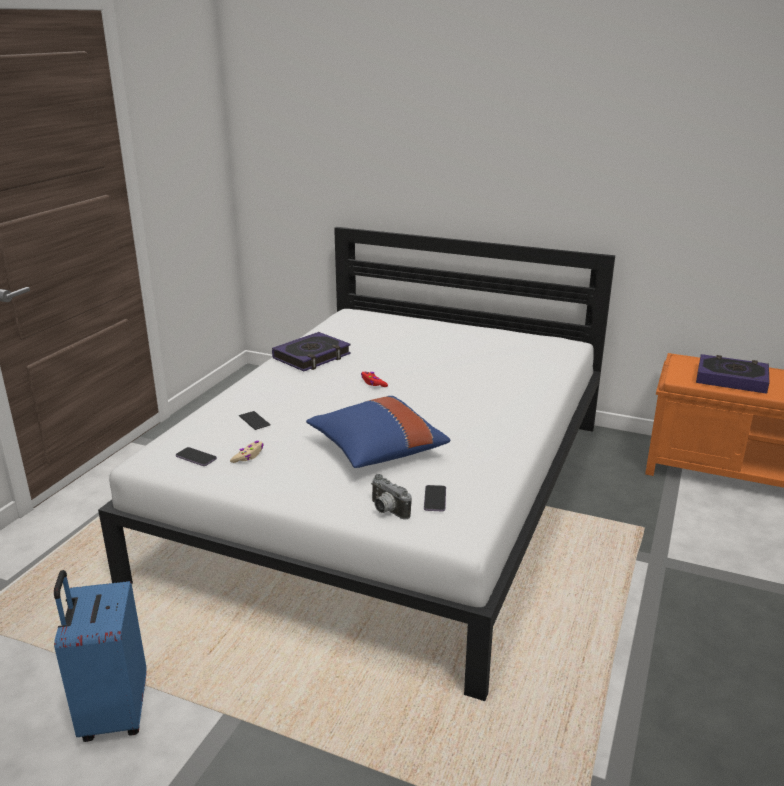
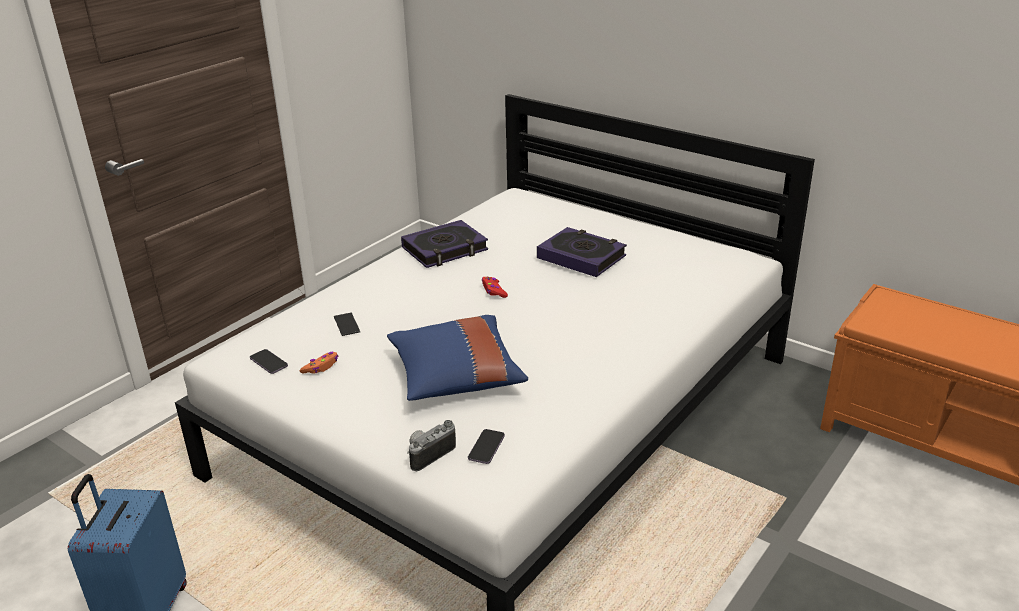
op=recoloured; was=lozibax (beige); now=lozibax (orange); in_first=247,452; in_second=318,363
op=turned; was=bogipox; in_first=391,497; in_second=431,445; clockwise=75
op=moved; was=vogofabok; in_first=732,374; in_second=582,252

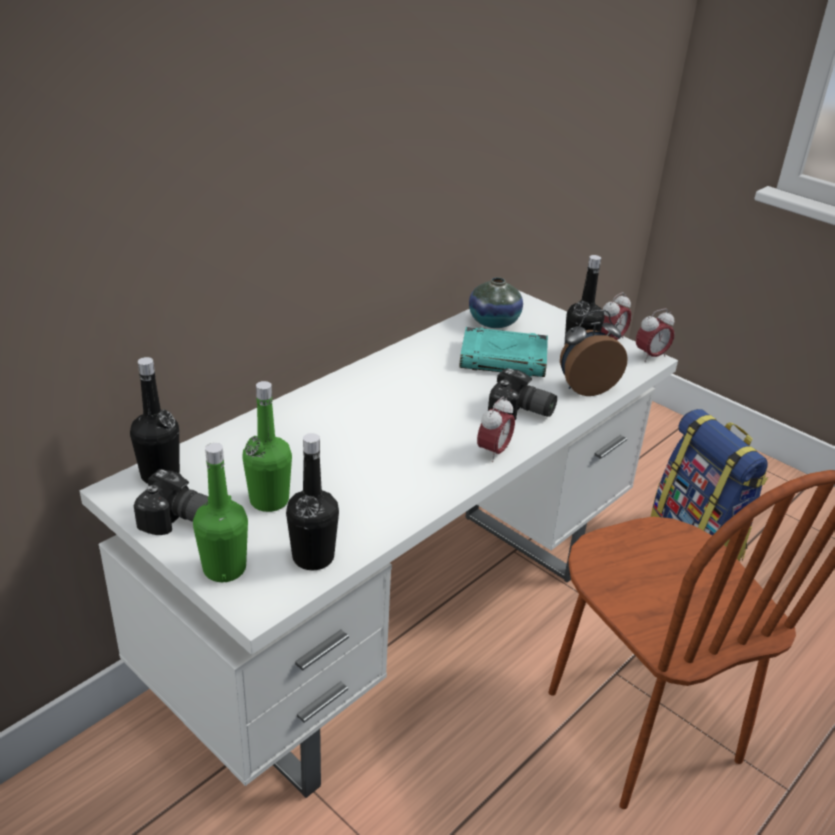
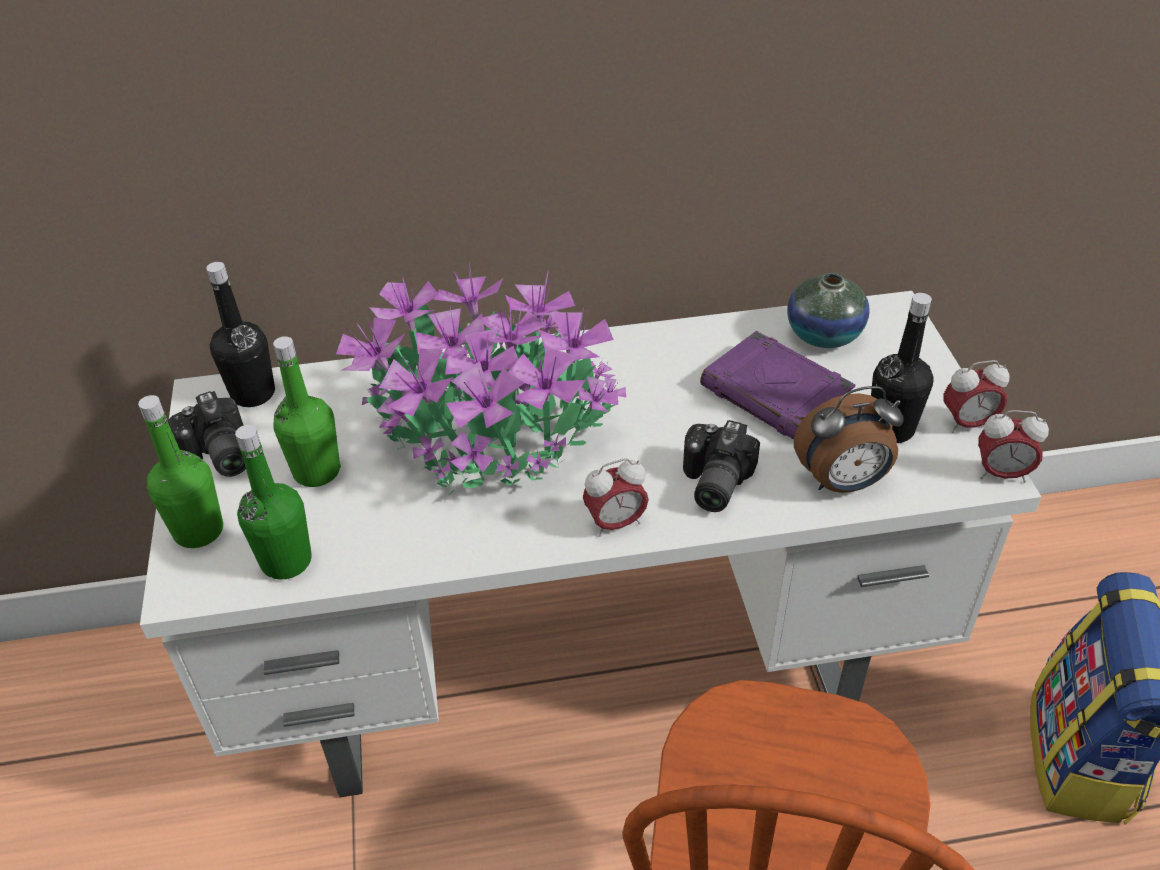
op=recoloured; was=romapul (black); now=romapul (green); in_first=312,501; in_second=273,502
op=recoloured; was=vogofabok (turquoise); now=vogofabok (purple); in_first=503,352; in_second=778,385
op=turned; was=bogipox; in_first=522,394; in_second=721,466; clockwise=45
op=turned; was=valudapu; in_first=594,353; in_second=849,439; clockwise=150
op=added; now=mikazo; in_second=481,379

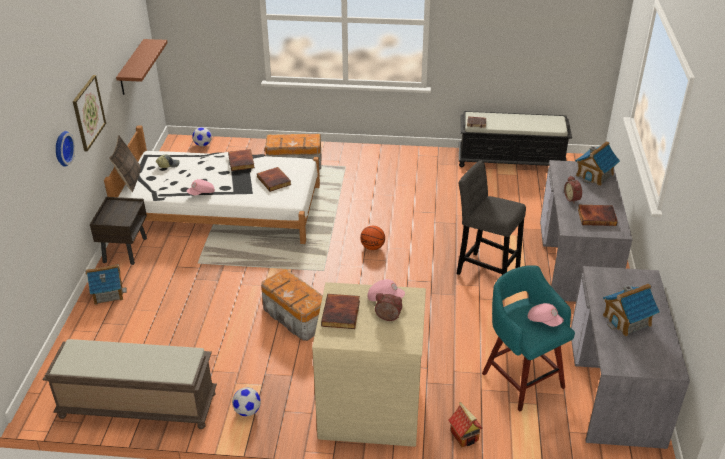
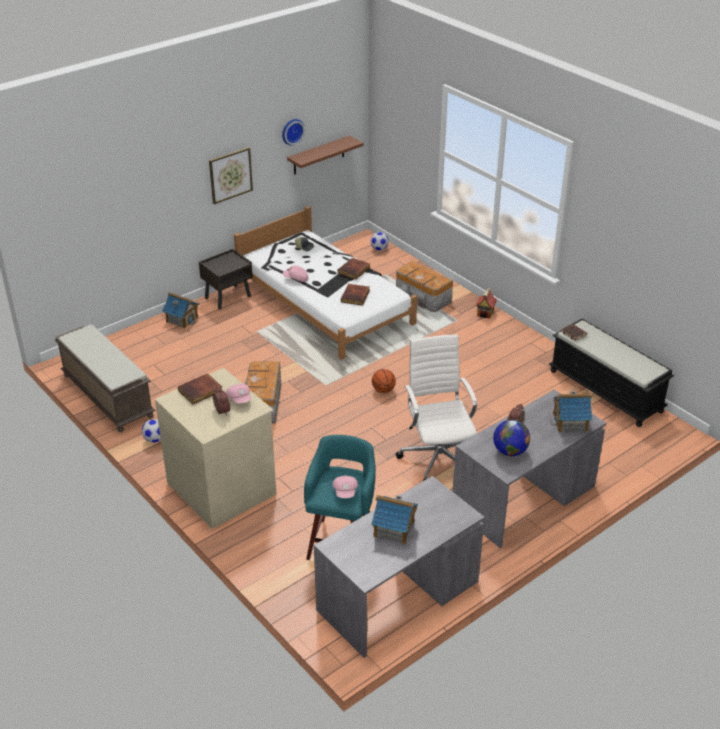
op=moved; was=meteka; in_first=65,149; in_second=293,132
op=removed; was=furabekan; in_first=125,163
op=moved; was=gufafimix; in_first=465,424; in_second=486,303
op=replaced; was=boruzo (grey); now=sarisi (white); in_first=491,218; in_second=436,407
op=replaced; was=vogofabok; now=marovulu; in_first=598,215; in_second=511,438

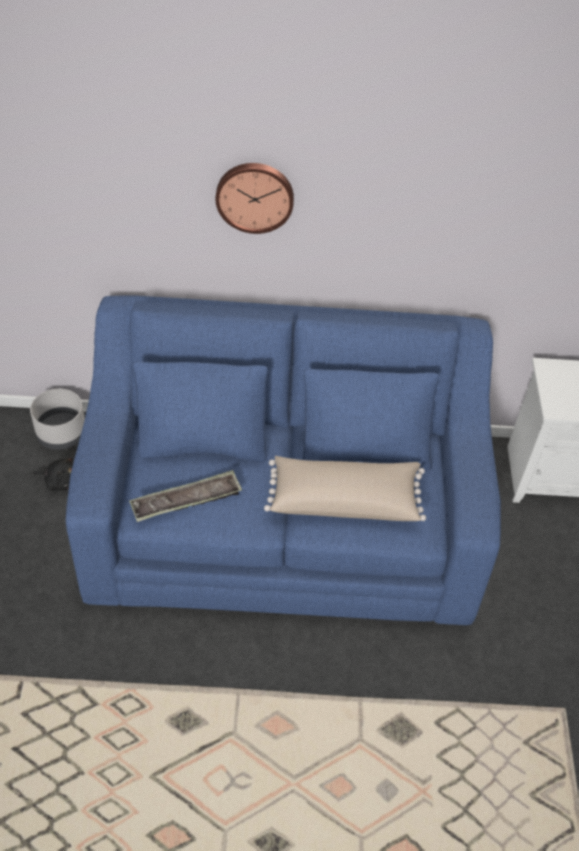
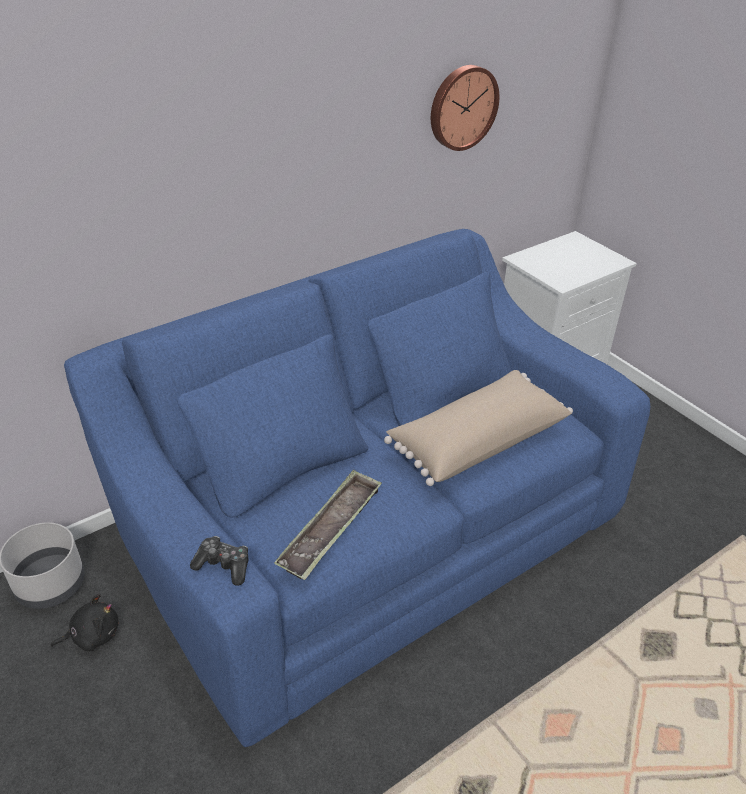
op=moved; was=meteka; in_first=255,198; in_second=465,108
op=added; now=lozibax; in_second=219,561

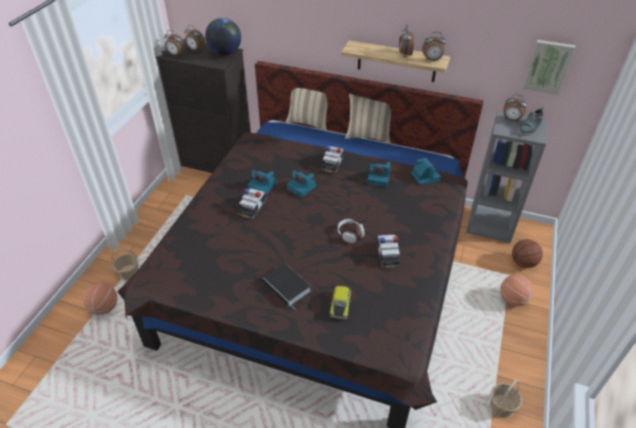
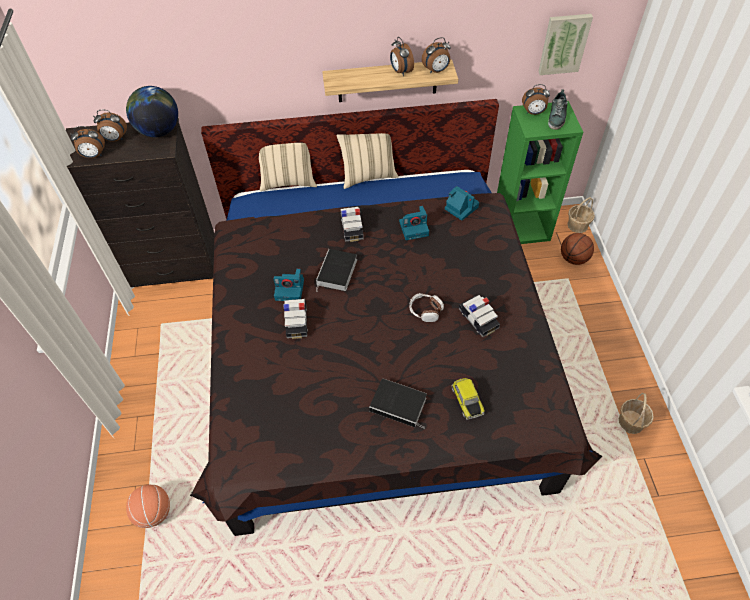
op=moved; was=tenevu; in_first=125,264; in_second=581,215
op=replaced; was=bogipox; now=vogofabok; in_first=301,183; in_second=336,270
op=recoloured; was=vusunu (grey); now=vusunu (green); in_first=507,177; in_second=540,172
op=removed; was=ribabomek; in_first=517,290

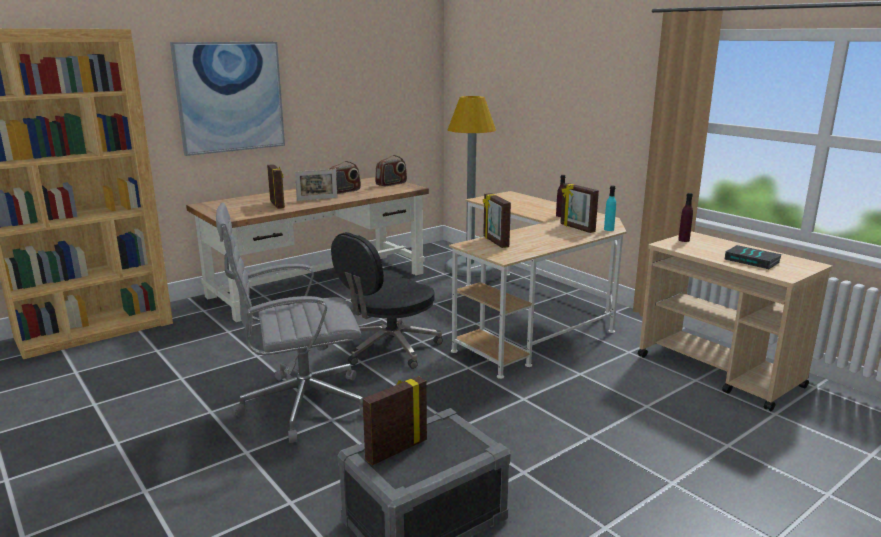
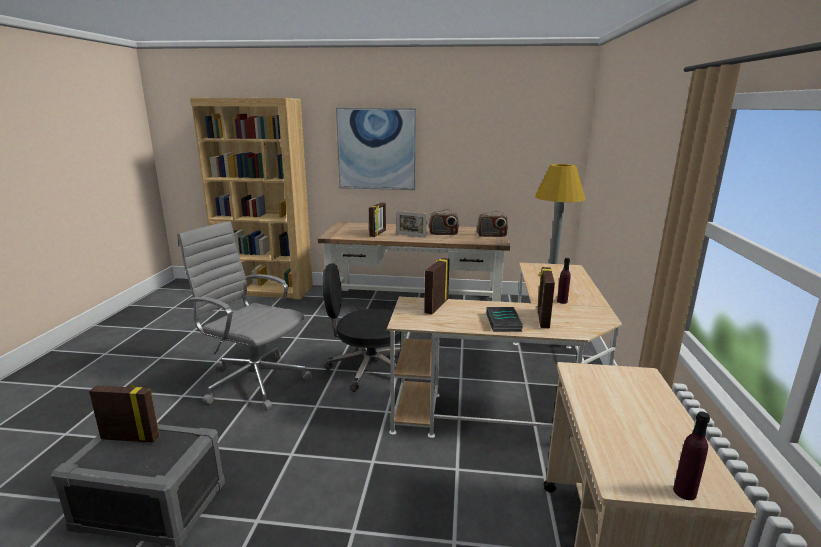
op=removed; was=romapul (turquoise); in_first=610,208
op=moved; was=romapul (purple); in_first=685,217; in_second=691,455
op=moved; was=vogofabok; in_first=753,257; in_second=504,319

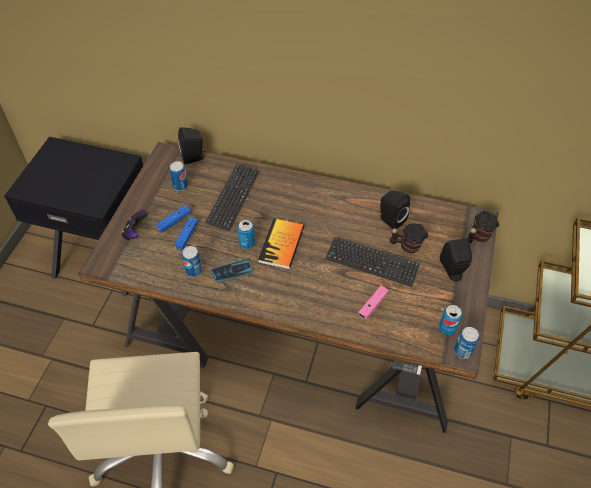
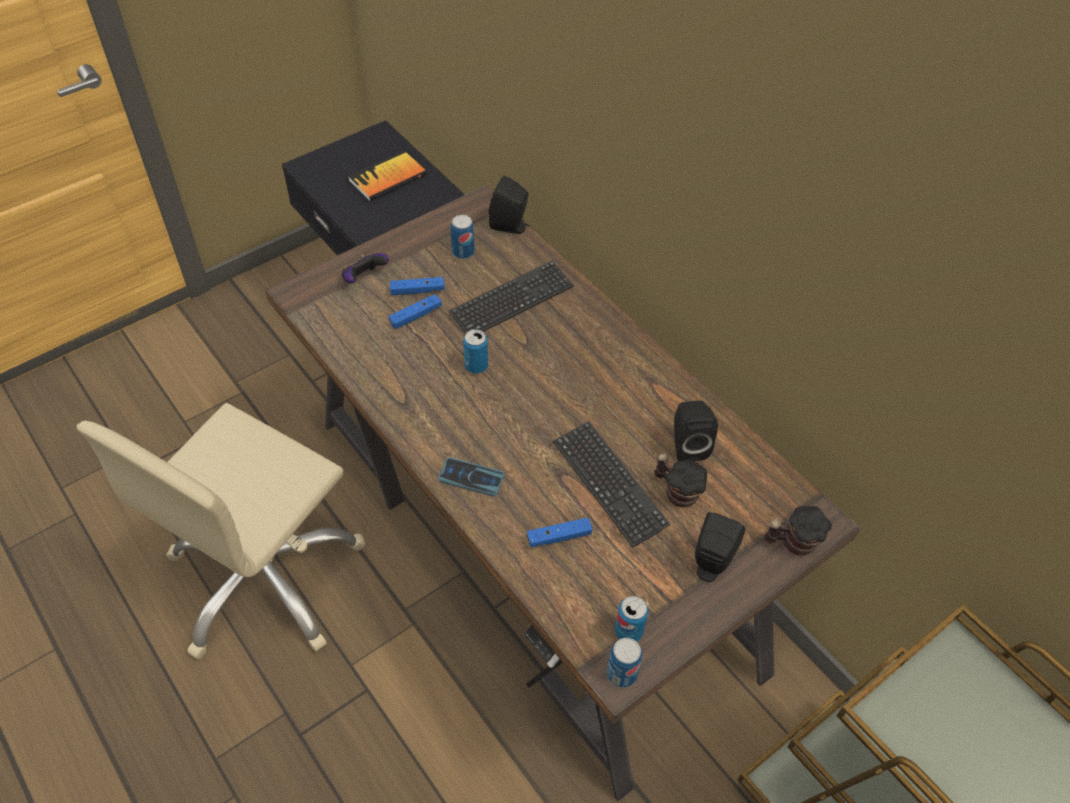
op=removed; was=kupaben; in_first=192,261
op=moved; was=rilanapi; in_first=232,271; in_second=471,476
op=moved; was=vogofabok; in_first=281,243; in_second=387,176
op=recoloured; was=lozibax (pink); now=lozibax (blue); in_first=373,302; in_second=559,532

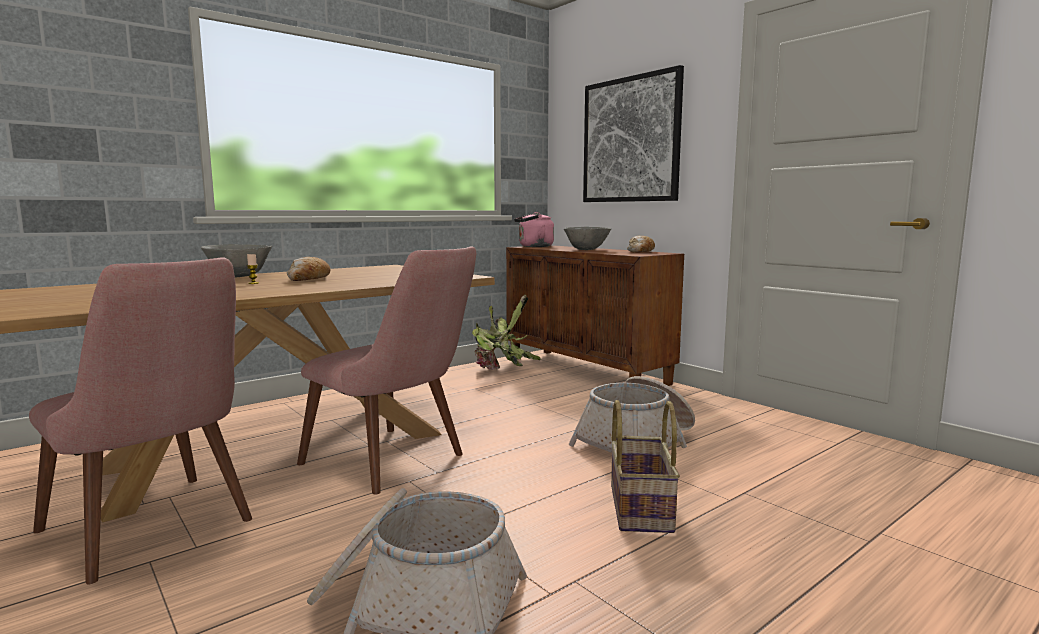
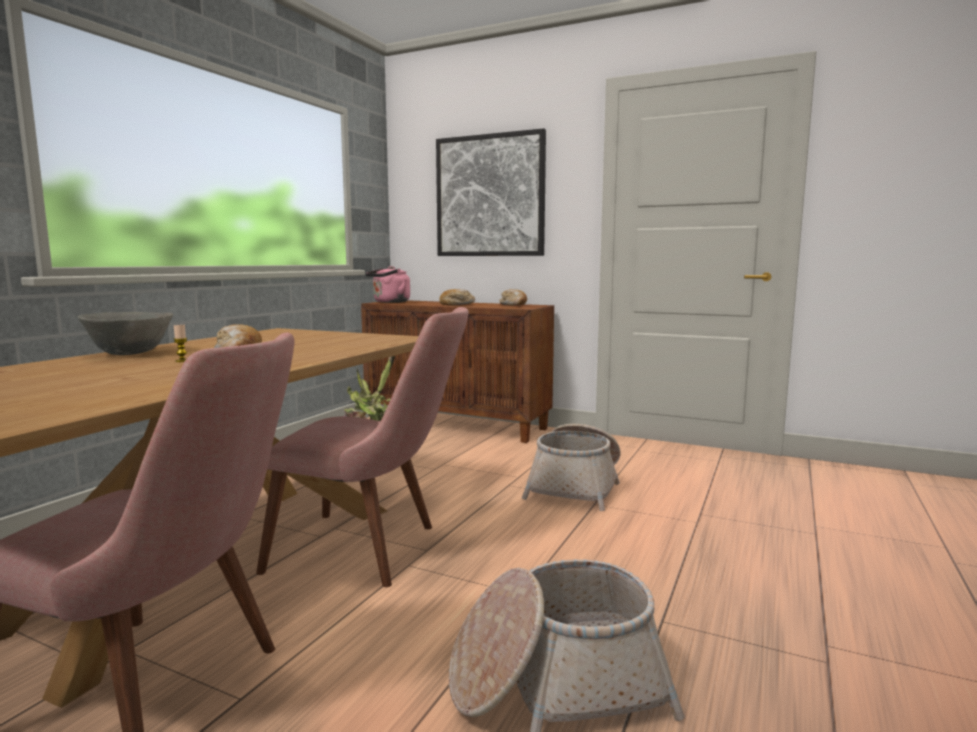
op=replaced; was=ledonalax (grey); now=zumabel; in_first=587,238; in_second=457,297
op=removed; was=tenevu; in_first=645,466

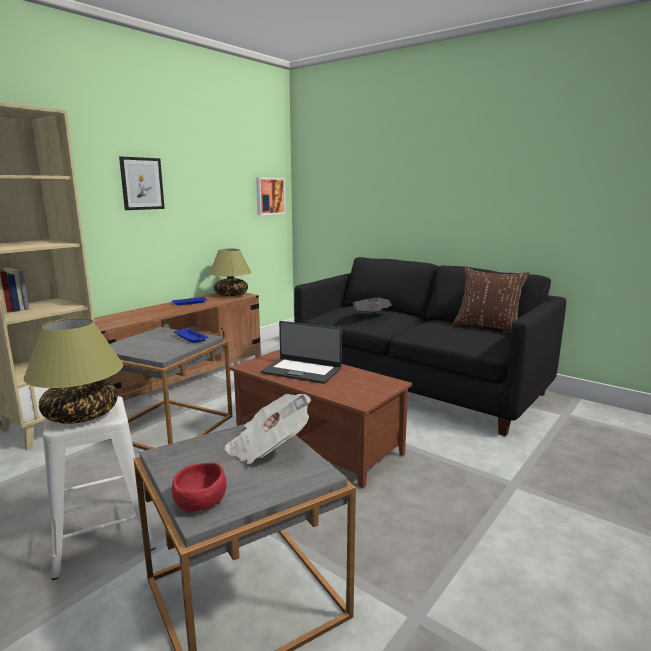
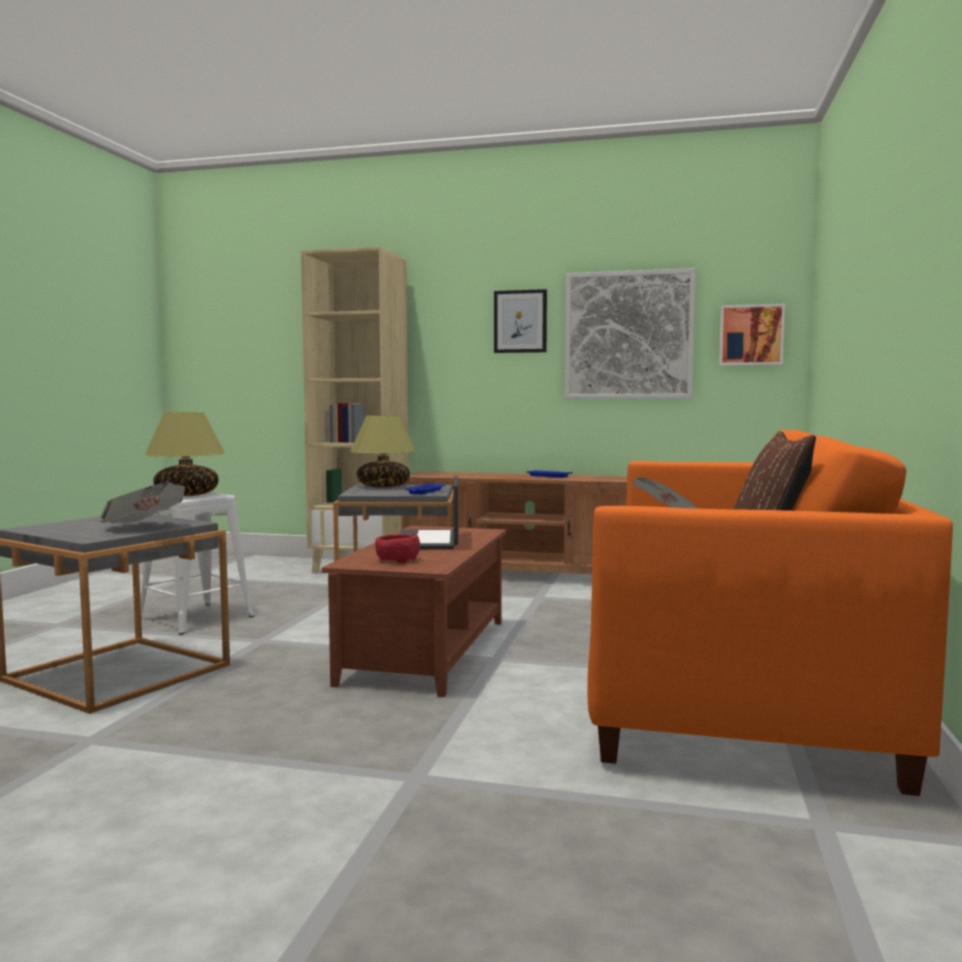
op=moved; was=ledonalax (red); in_first=199,488; in_second=397,548
op=moved; was=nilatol; in_first=230,272; in_second=383,451
op=recoloured; was=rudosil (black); now=rudosil (orange); in_first=430,346; in_second=770,613
op=added; now=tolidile; in_second=630,333

